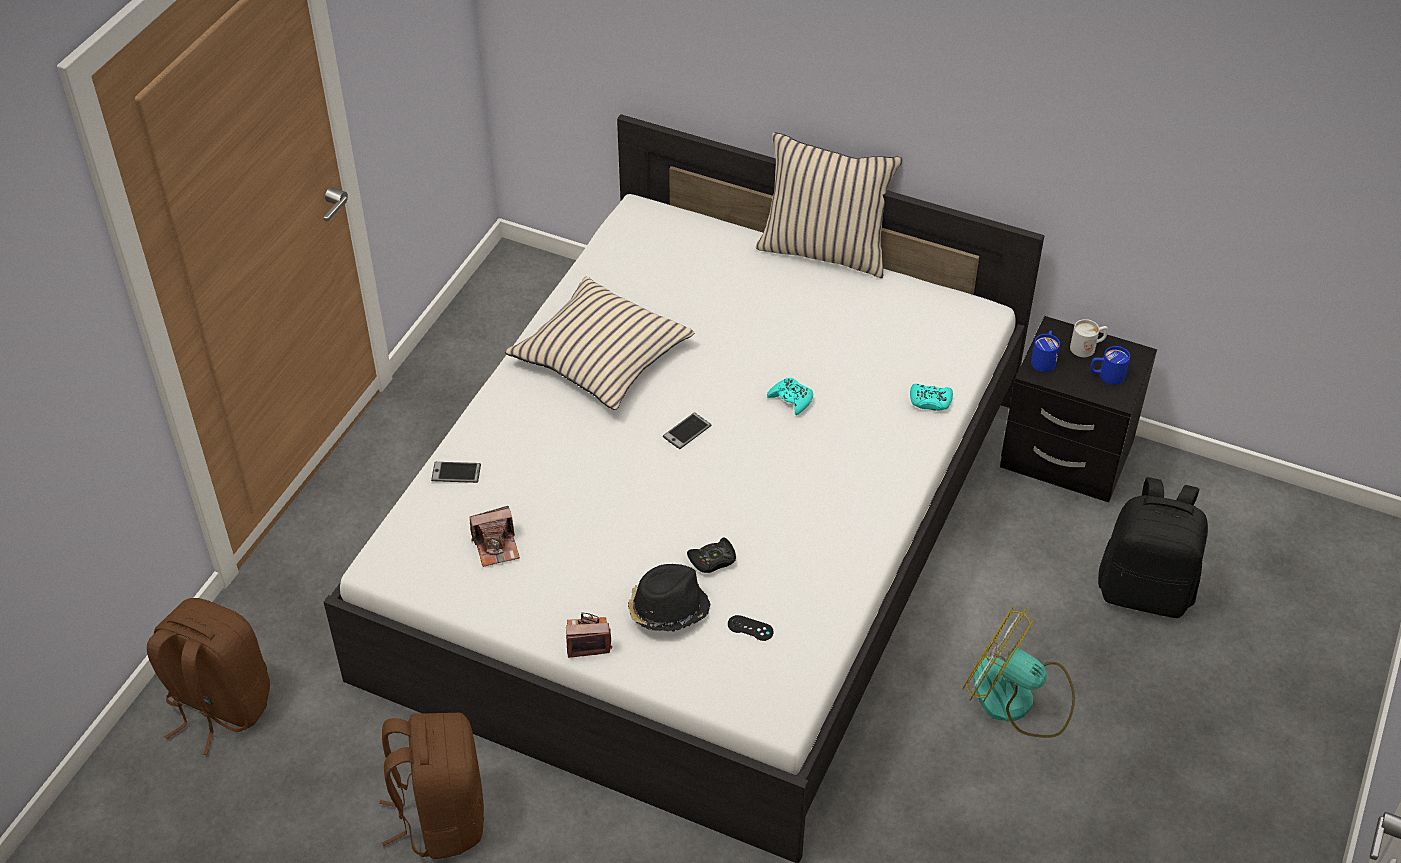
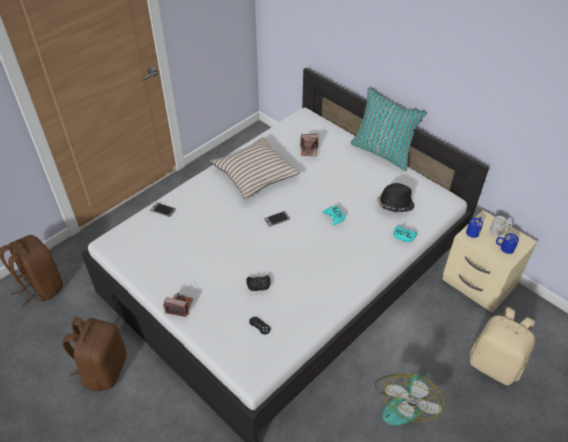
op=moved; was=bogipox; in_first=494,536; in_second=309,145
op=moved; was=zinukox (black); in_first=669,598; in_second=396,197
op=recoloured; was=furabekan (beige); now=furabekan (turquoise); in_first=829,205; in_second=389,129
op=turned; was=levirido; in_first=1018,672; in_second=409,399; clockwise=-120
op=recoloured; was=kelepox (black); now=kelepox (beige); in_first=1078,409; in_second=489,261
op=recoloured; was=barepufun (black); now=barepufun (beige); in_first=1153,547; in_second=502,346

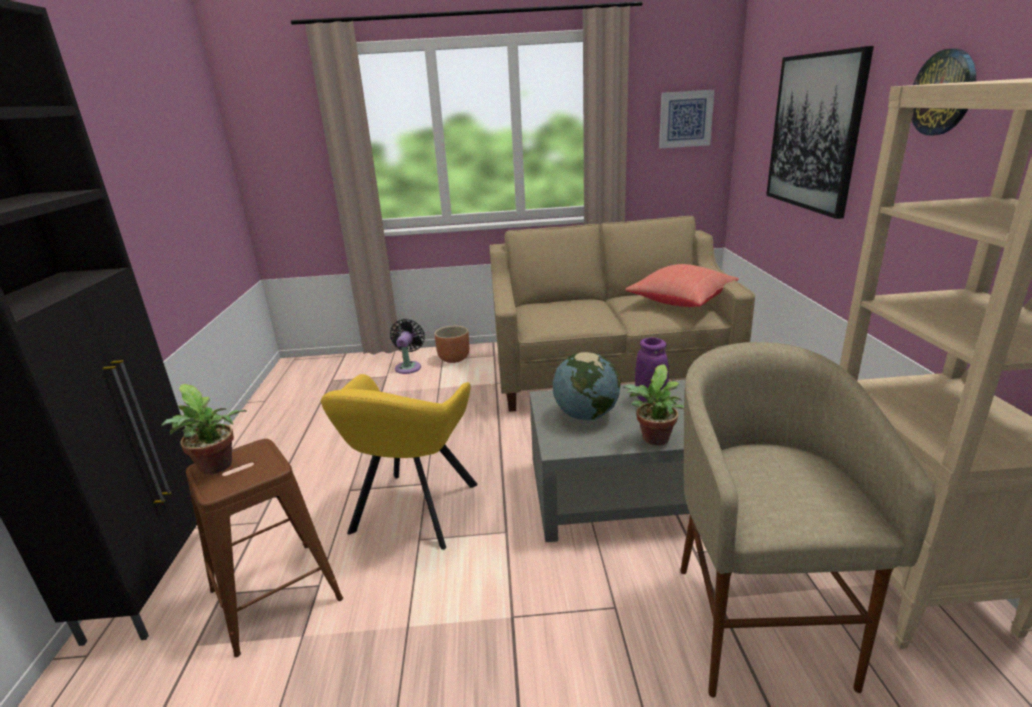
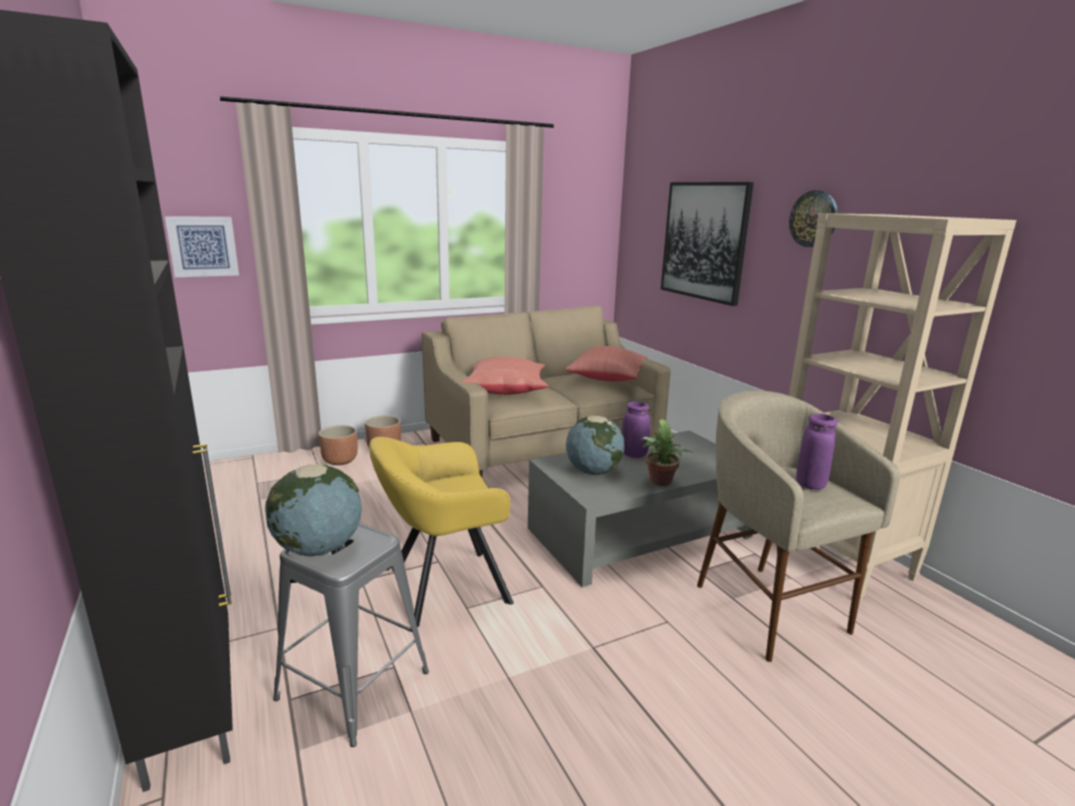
op=replaced; was=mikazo; now=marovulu; in_first=204,429; in_second=313,510
op=recoloured; was=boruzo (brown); now=boruzo (grey); in_first=264,548; in_second=351,635
op=turned; was=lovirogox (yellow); in_first=399,462; in_second=441,532; clockwise=75
op=replaced; was=levirido (black); now=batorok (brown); in_first=407,346; in_second=338,445
op=moved; was=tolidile; in_first=687,119; in_second=202,246
op=added; now=furabekan (red); in_second=505,376
op=added; now=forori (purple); in_second=817,452

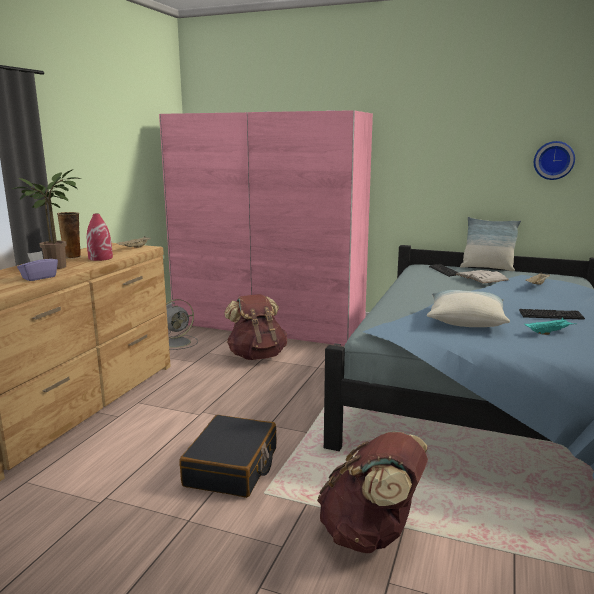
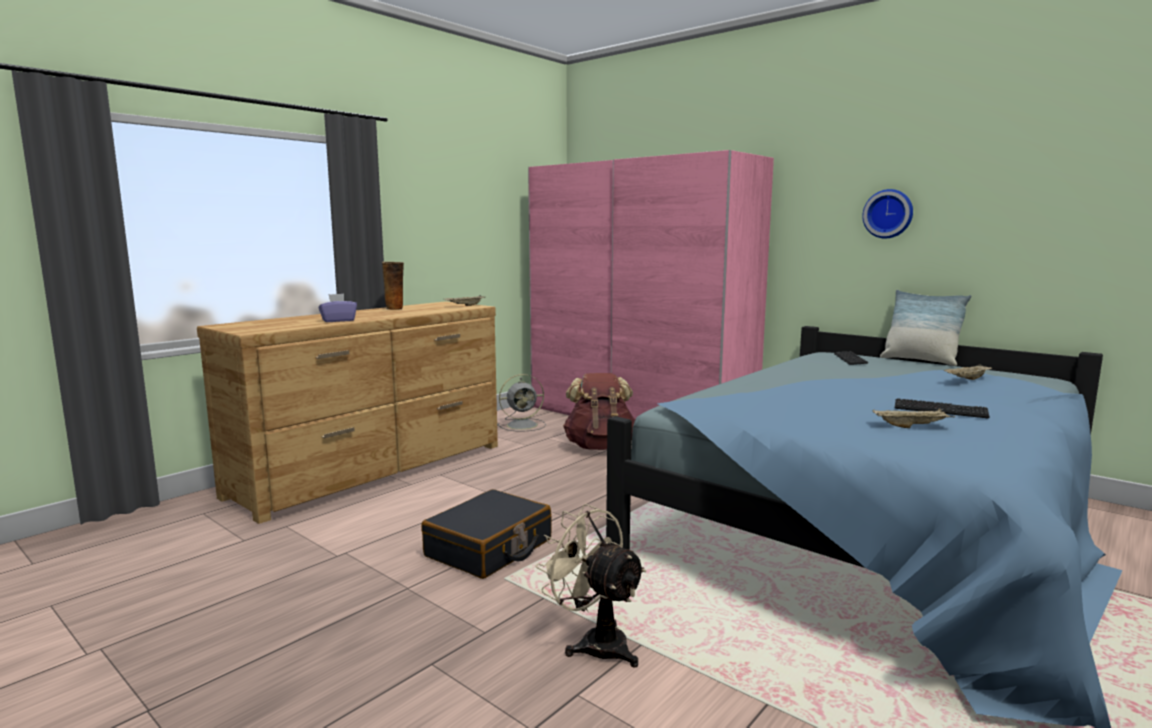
op=removed; was=mikazo; in_first=47,219
op=removed; was=forori (red); in_first=100,237
op=replaced; was=barepufun (brown); now=levirido (beige); in_first=372,492; in_second=591,585
op=removed; was=furabekan; in_first=468,308
op=removed; was=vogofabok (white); in_first=482,277
op=recoloured; was=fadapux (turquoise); now=fadapux (beige); in_first=550,326; in_second=914,418
op=moved; was=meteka; in_first=554,160; in_second=887,213

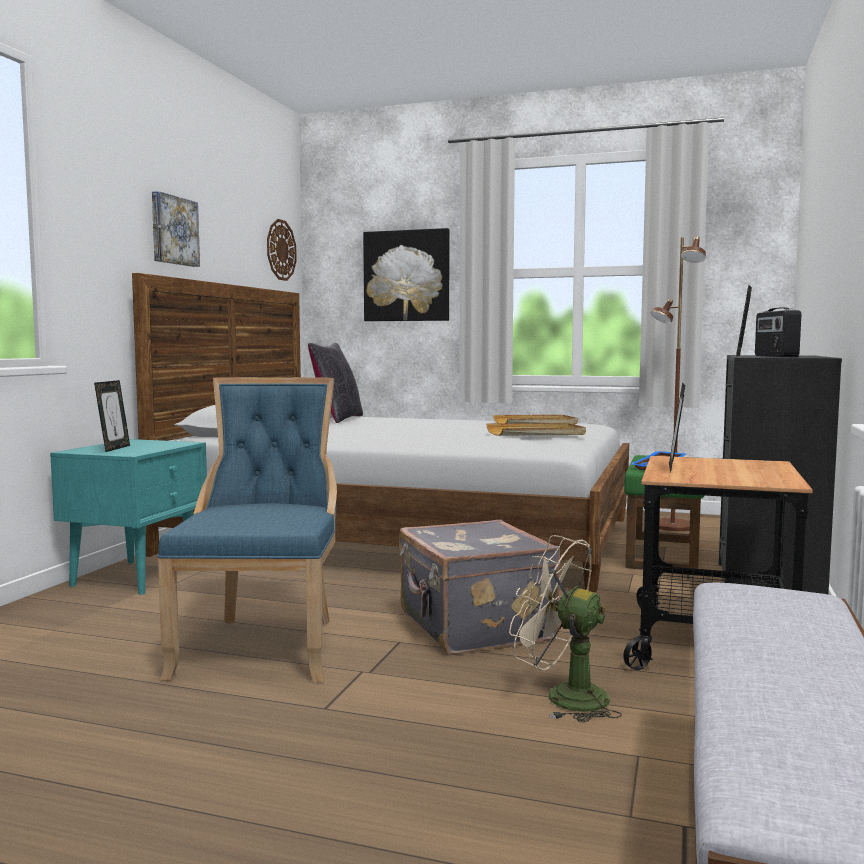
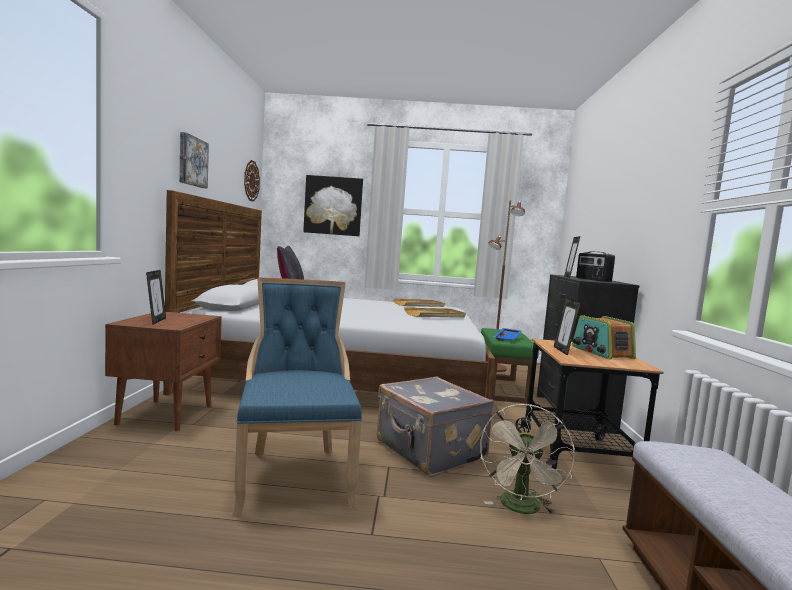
op=recoloured; was=kelepox (turquoise); now=kelepox (brown); in_first=128,517; in_second=163,371
op=turned; was=levirido (beige); in_first=565,629; in_second=527,459; clockwise=-90
op=added; now=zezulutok; in_second=604,337

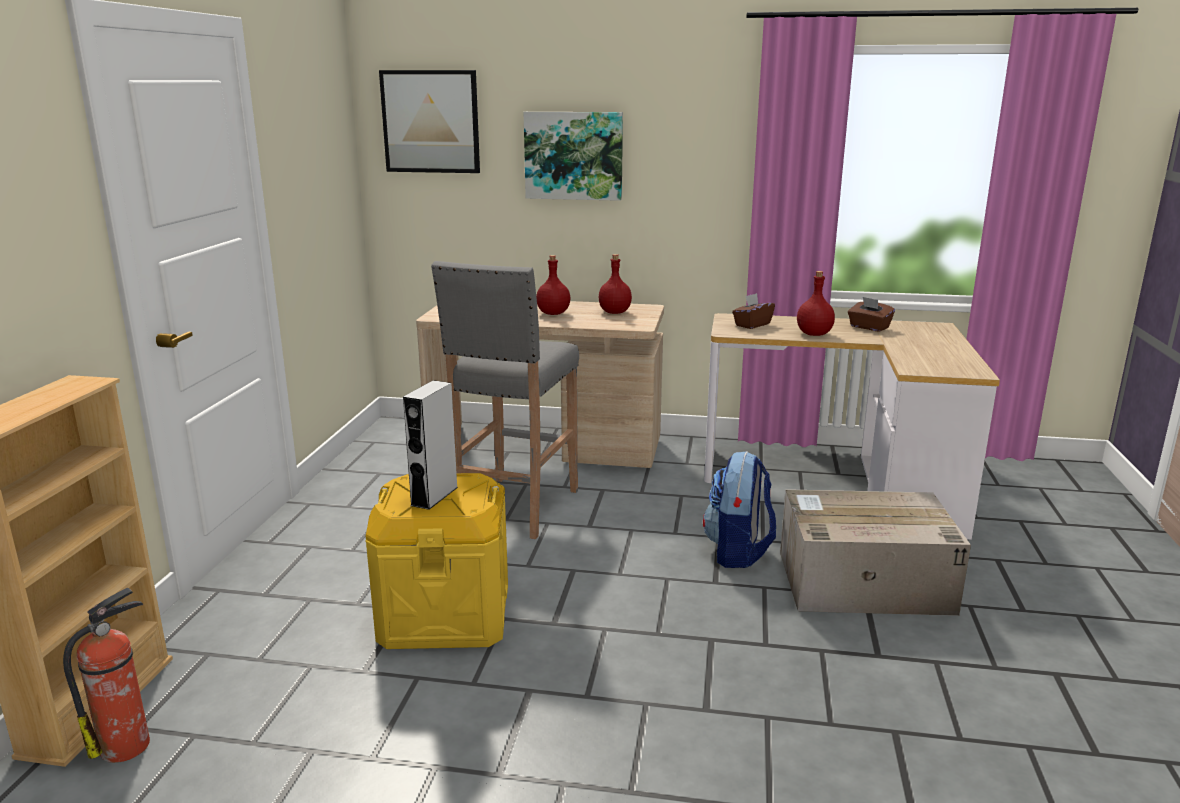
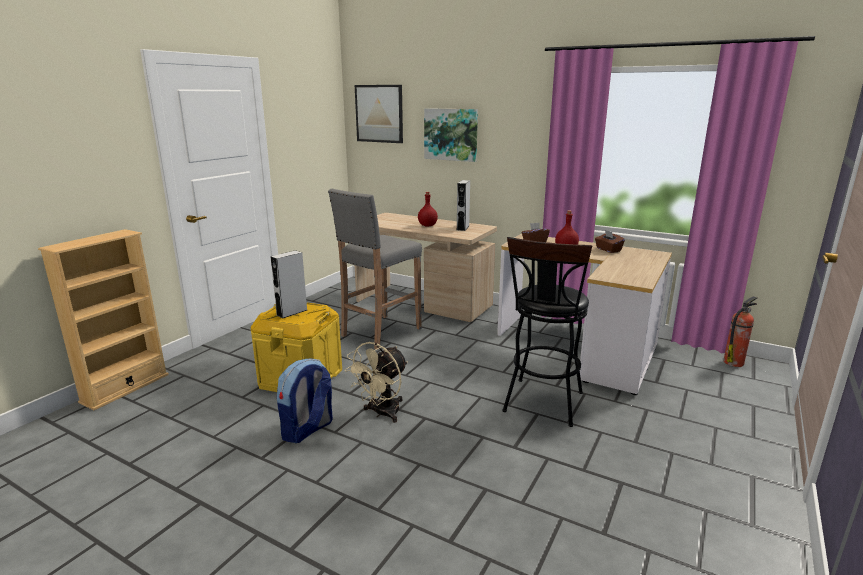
op=moved; was=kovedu; in_first=106,675; in_second=740,331
op=replaced; was=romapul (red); now=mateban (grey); in_first=615,284; in_second=463,205
op=moved; was=barepufun; in_first=739,509; in_second=305,401
op=replaced; was=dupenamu; now=boruzo (black); in_first=875,552; in_second=547,332
op=added; now=levirido (beige); in_second=376,382

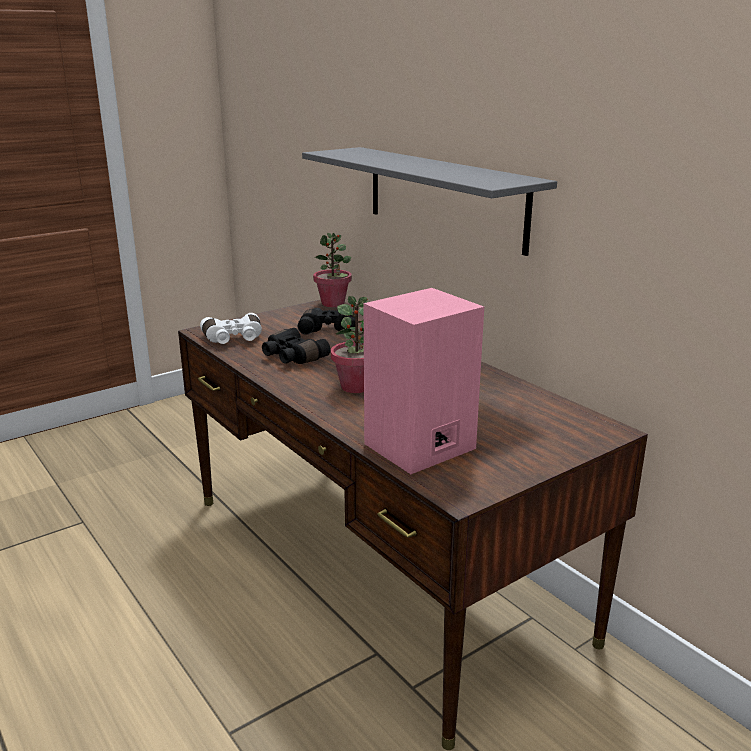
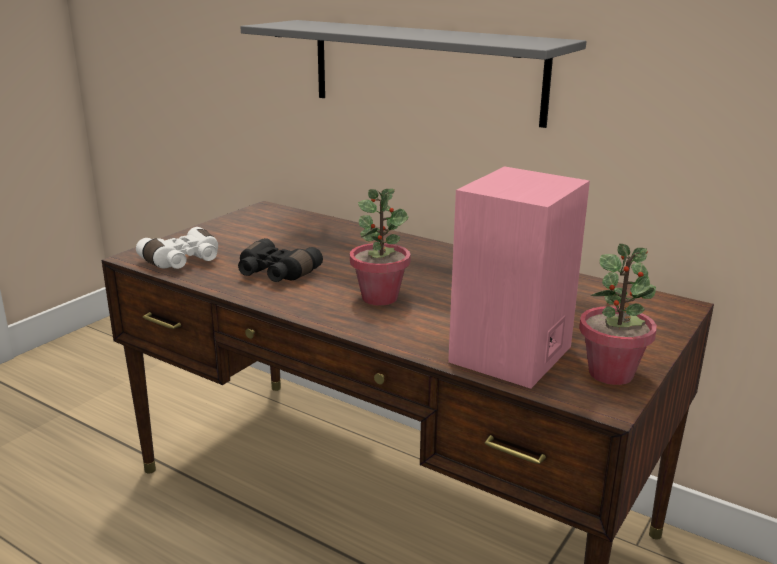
op=removed; was=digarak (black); in_first=326,321
op=moved; was=mikazo; in_first=332,270; in_second=618,314

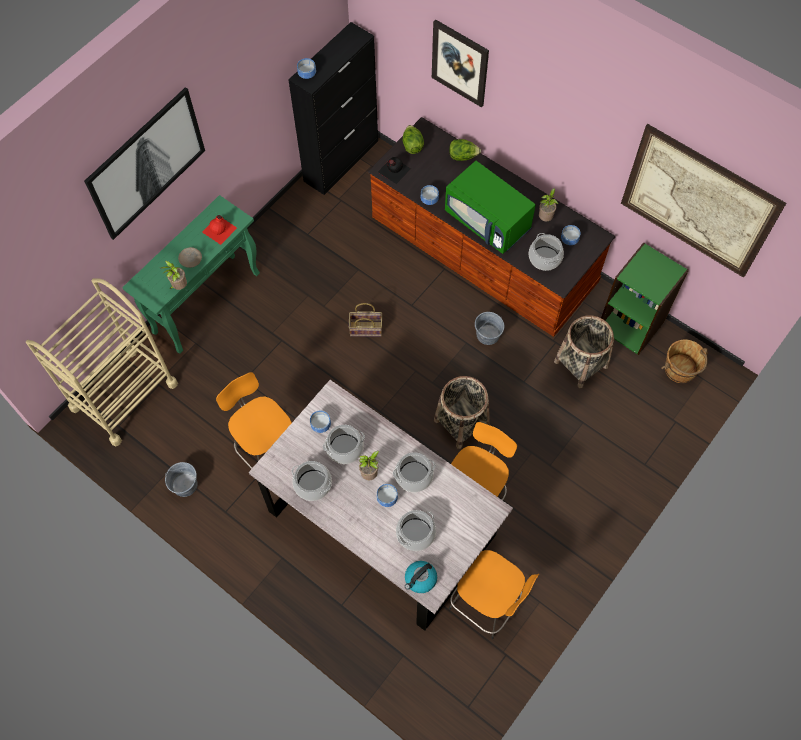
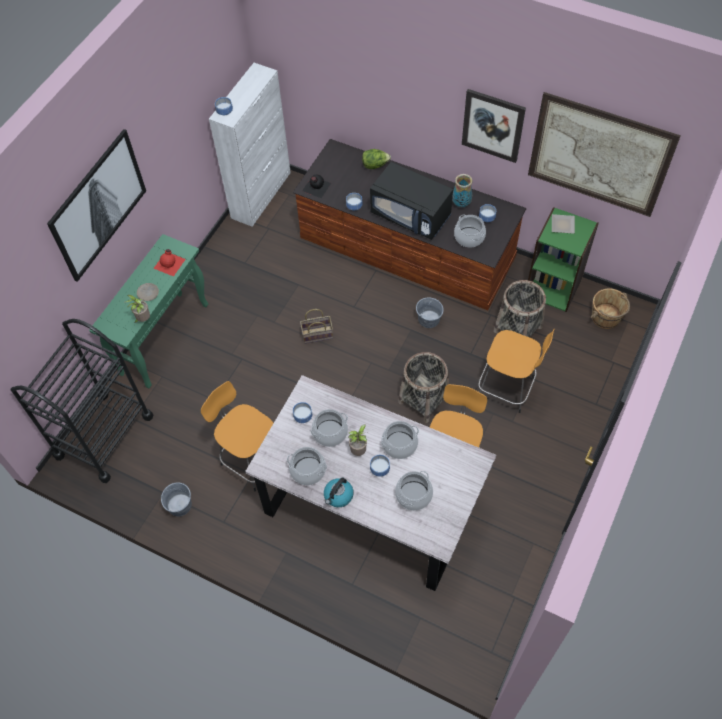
op=recoloured; was=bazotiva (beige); now=bazotiva (black); in_first=102,362; in_second=82,401
op=recoloured; was=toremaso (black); now=toremaso (white); in_first=333,108; in_second=250,145
op=removed; was=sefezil; in_first=413,139
op=moved; was=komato; in_first=421,577; in_second=339,492
op=moved; was=tolidile; in_first=460,63; in_second=494,126
op=recoloured; was=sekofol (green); now=sekofol (black); in_first=490,207; in_second=411,201
op=moved; was=boruzo (orange); in_first=494,594; in_second=516,371
op=replaced; was=mikazo; now=forori; in_first=548,204; in_second=462,190
op=added; now=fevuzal; in_second=563,224

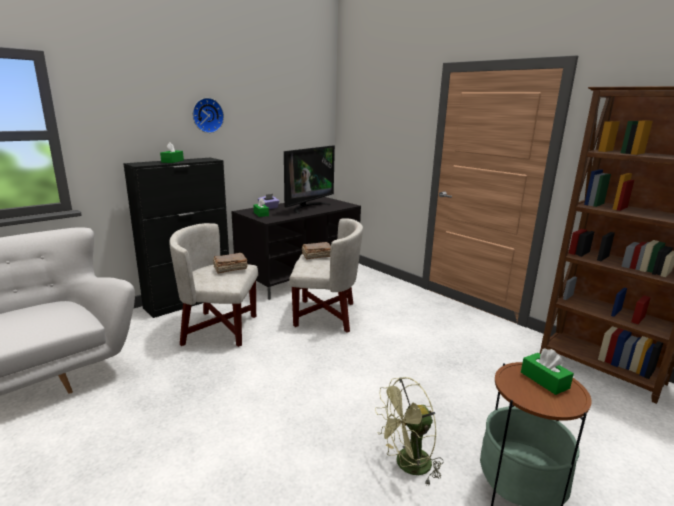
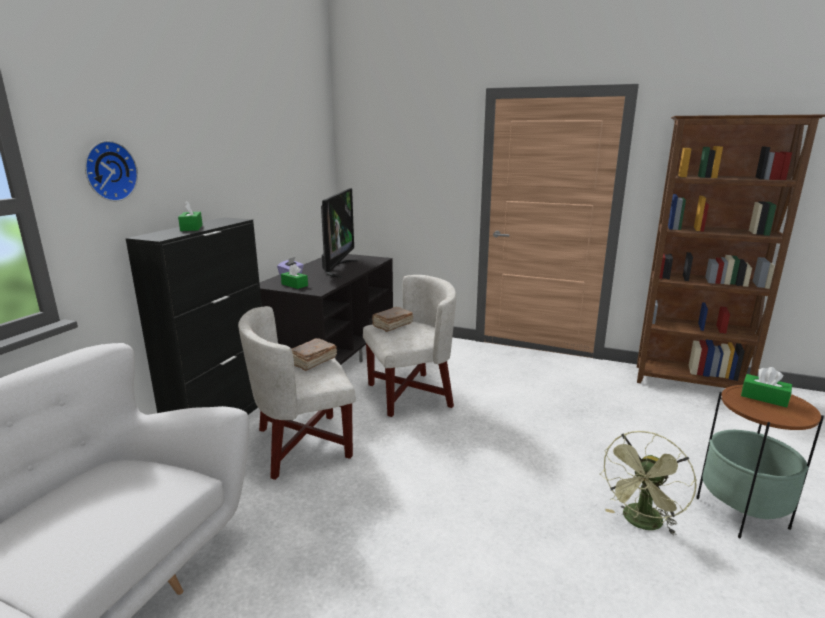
op=moved; was=meteka; in_first=208,115; in_second=111,171

